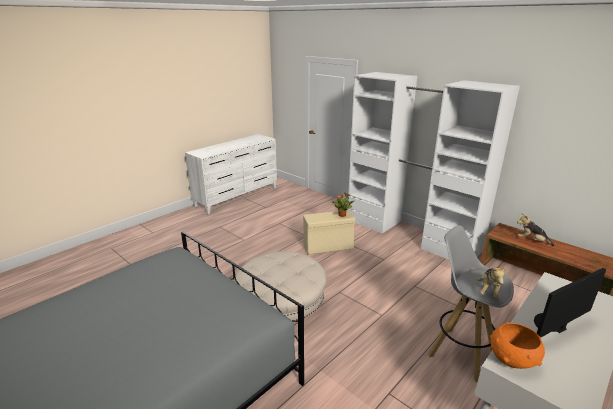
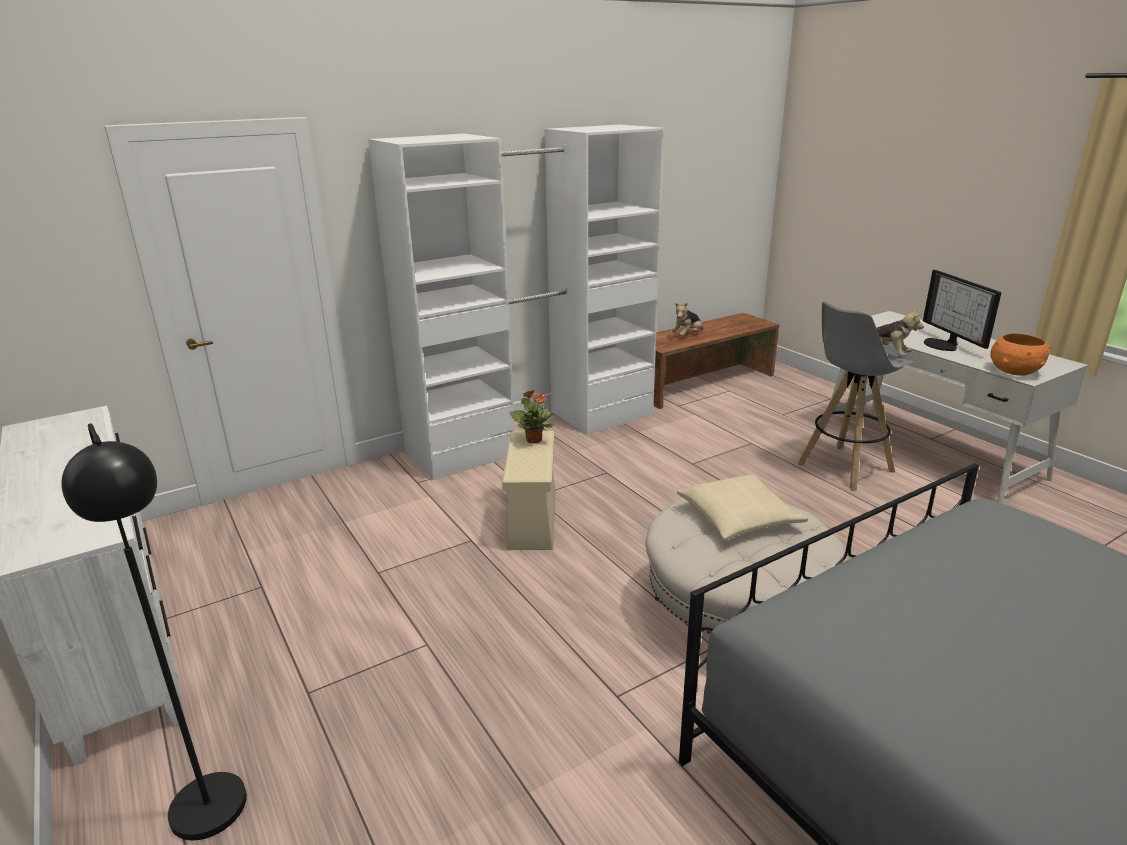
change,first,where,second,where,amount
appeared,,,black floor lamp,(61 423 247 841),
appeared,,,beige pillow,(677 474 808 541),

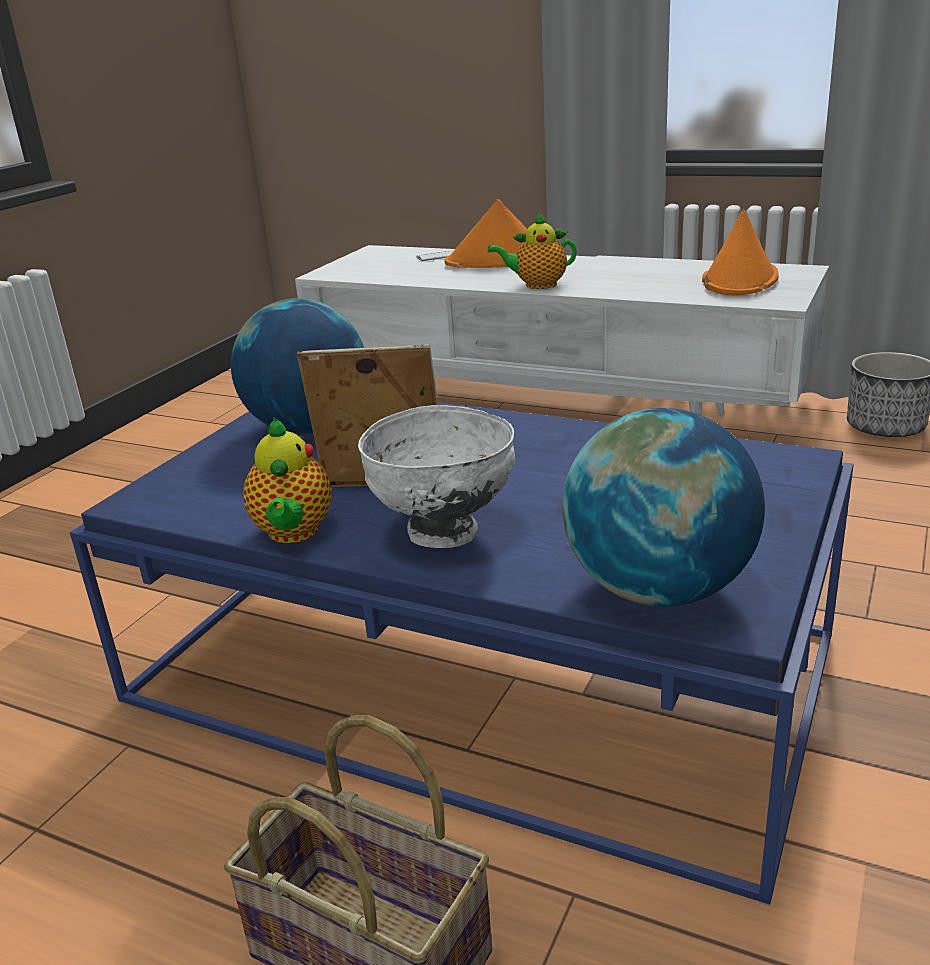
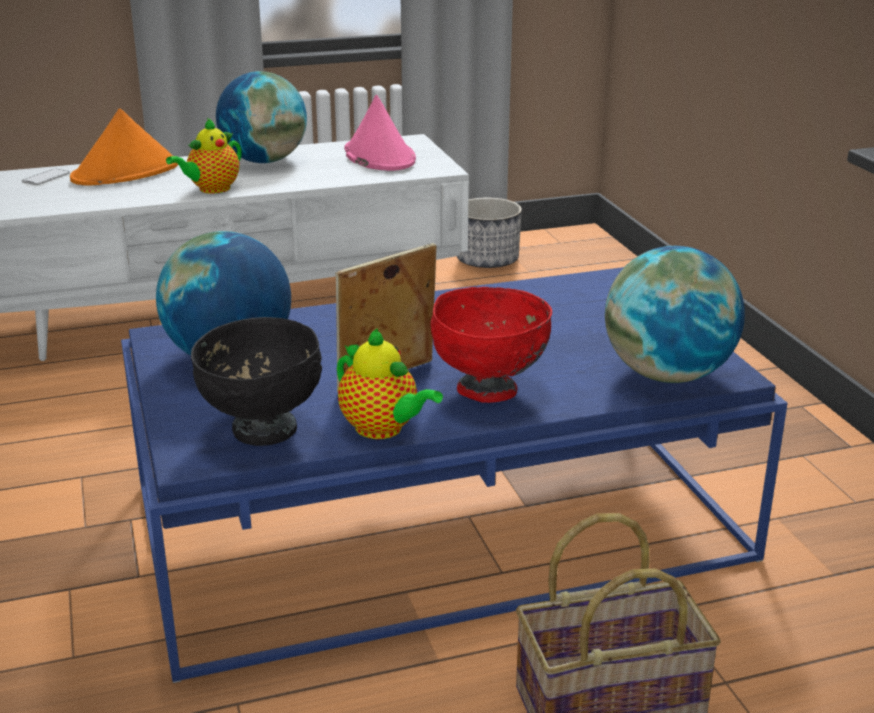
change,first,where,second,where,amount
colour,orange hat,(702 209 779 295),pink hat,(344 95 416 171),
colour,white bowl,(358 405 515 548),red bowl,(431 287 552 403),
appeared,,,globe,(216 71 307 163),
appeared,,,black bowl,(191 317 322 446),

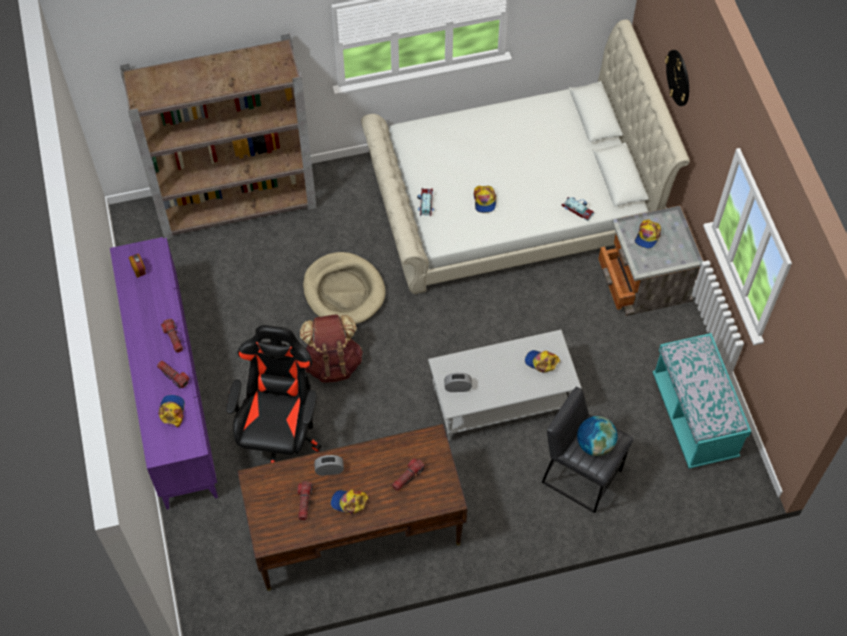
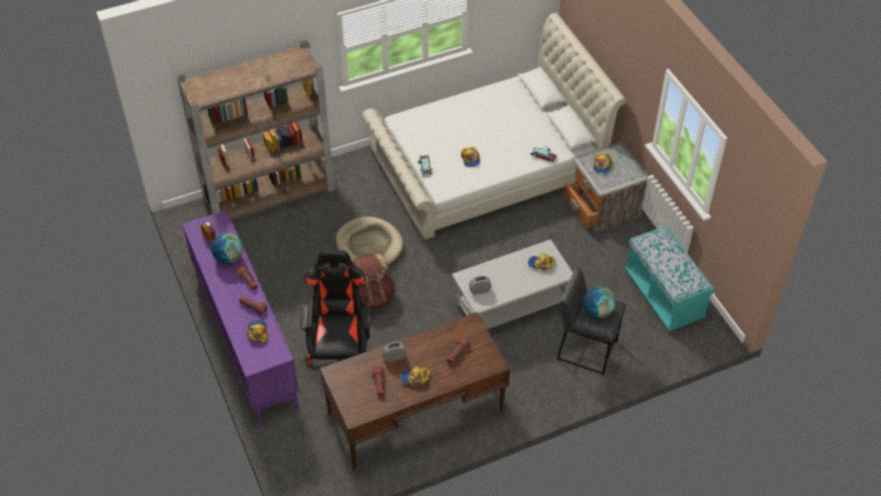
change,first,where,second,where,amount
missing,wall clock,(665 50 689 106),,,
appeared,,,globe,(211 233 243 264),

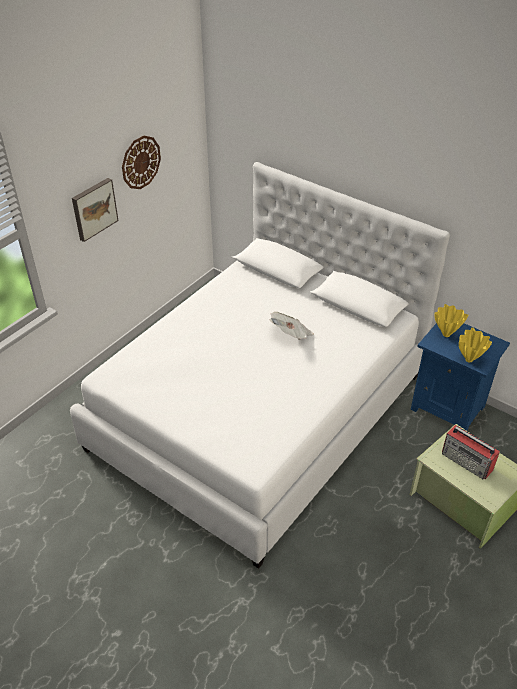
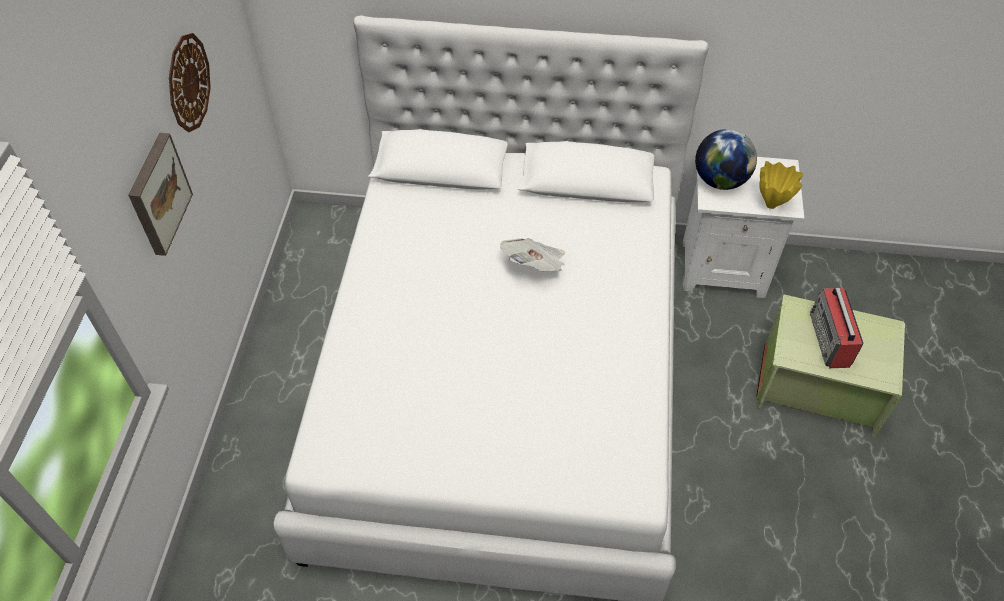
change,first,where,second,where,amount
exchanged,yellow vase,(434 304 468 337),globe,(695 129 757 190),
colour,blue nightstand,(411 323 510 431),white nightstand,(683 157 804 298),
spun,radio,(442 425 500 479),,(810 288 864 368),75 degrees clockwise

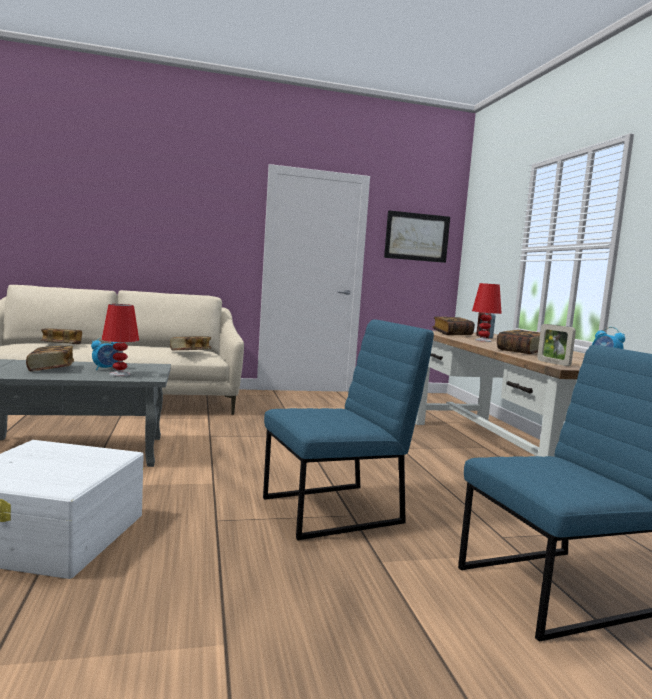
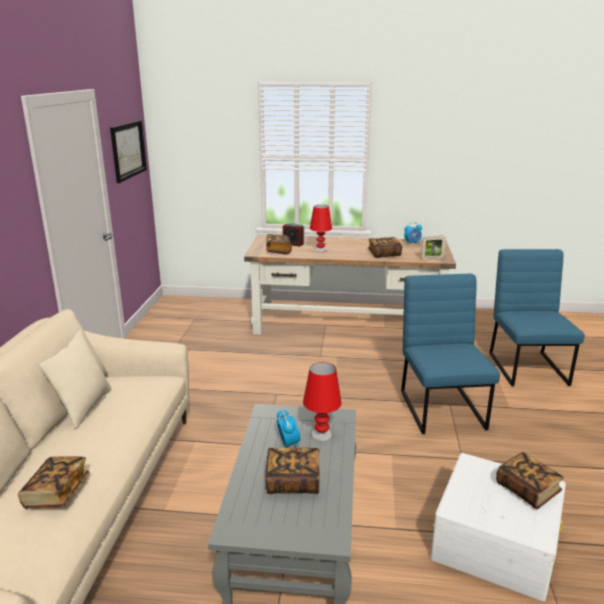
change,first,where,second,where,amount
relocated,book,(170 336 211 350),,(496 452 564 509),
appeared,,,beige pillow,(40 329 111 429),

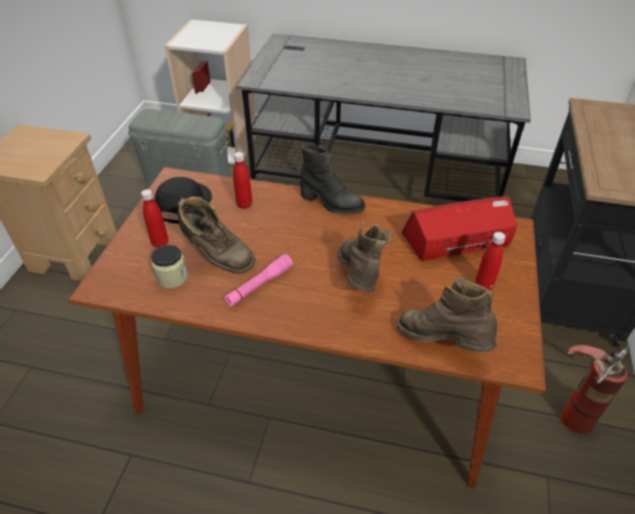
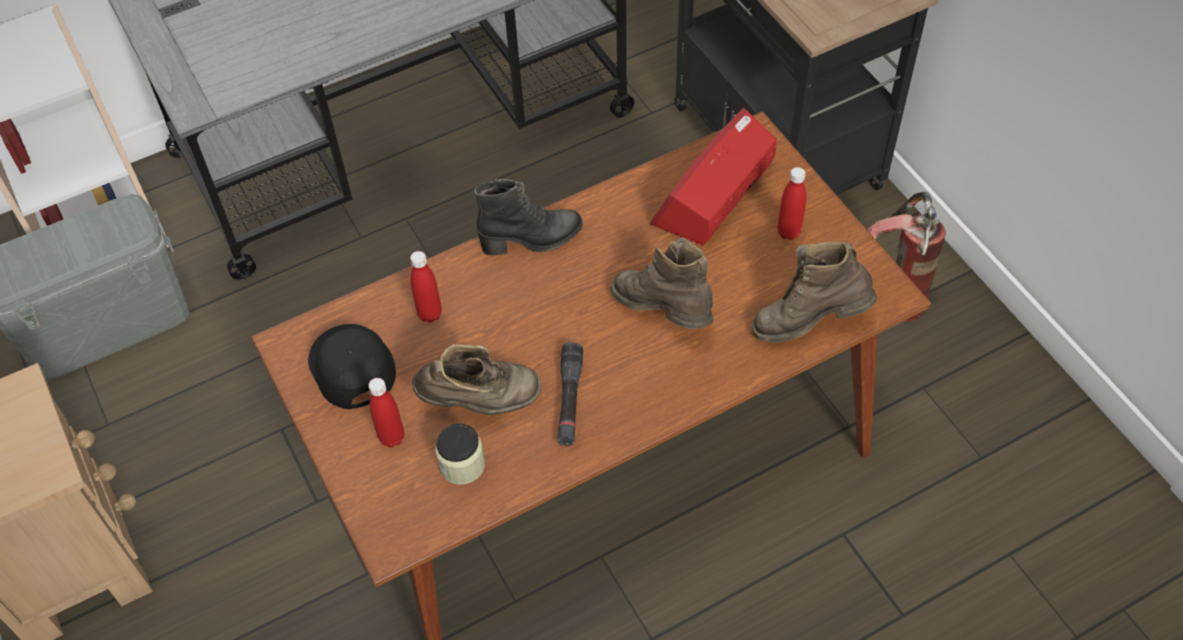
change,first,where,second,where,amount
colour,pink flashlight,(224 254 293 306),black flashlight,(558 342 583 446),

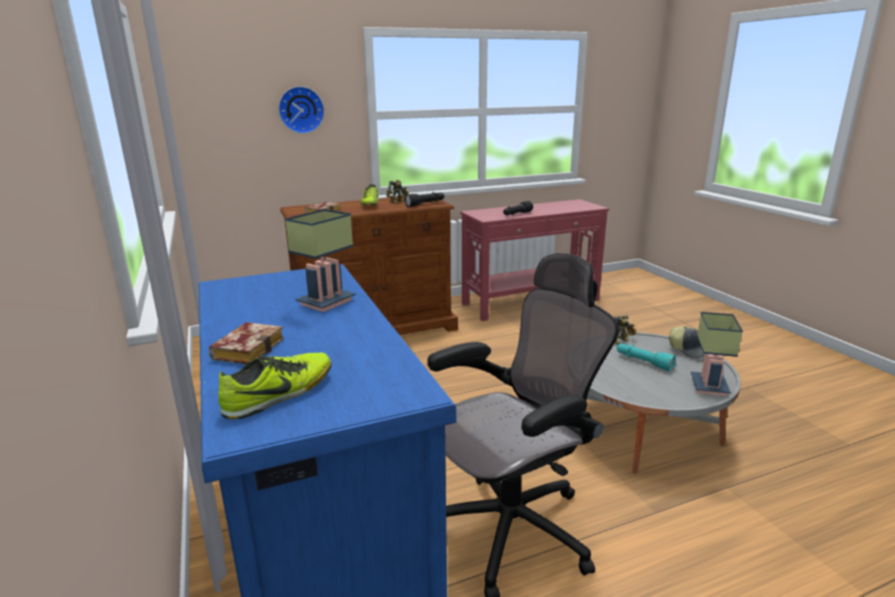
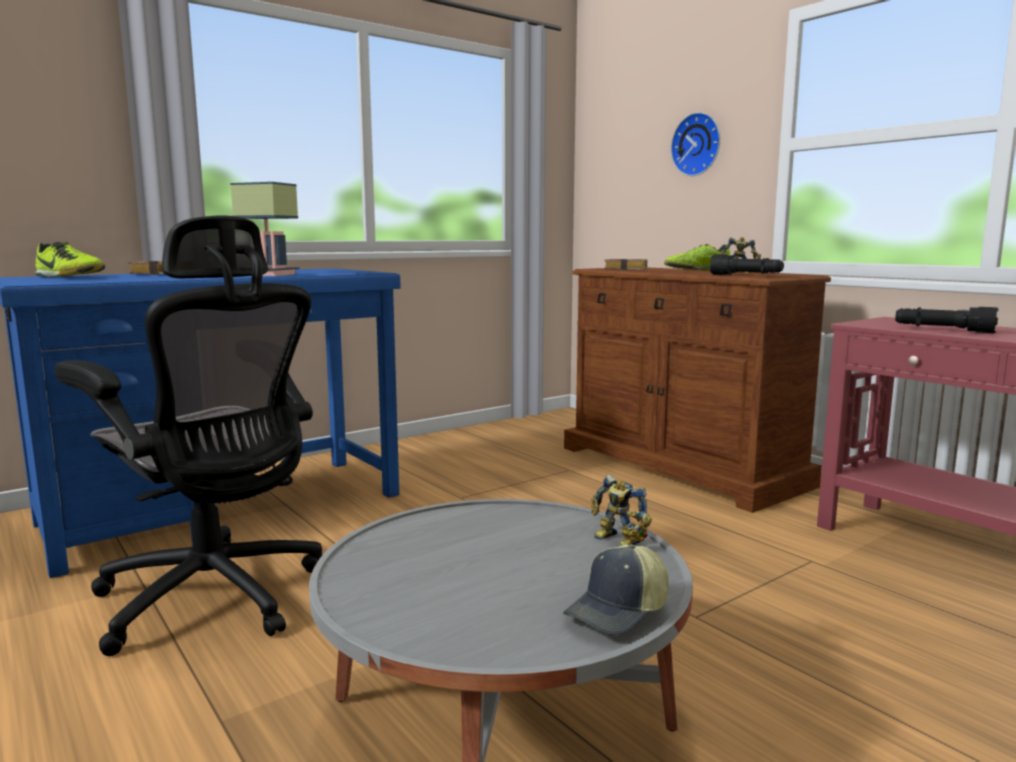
change,first,where,second,where,amount
missing,table lamp,(691 312 743 396),,,
missing,turquoise flashlight,(617 344 676 372),,,

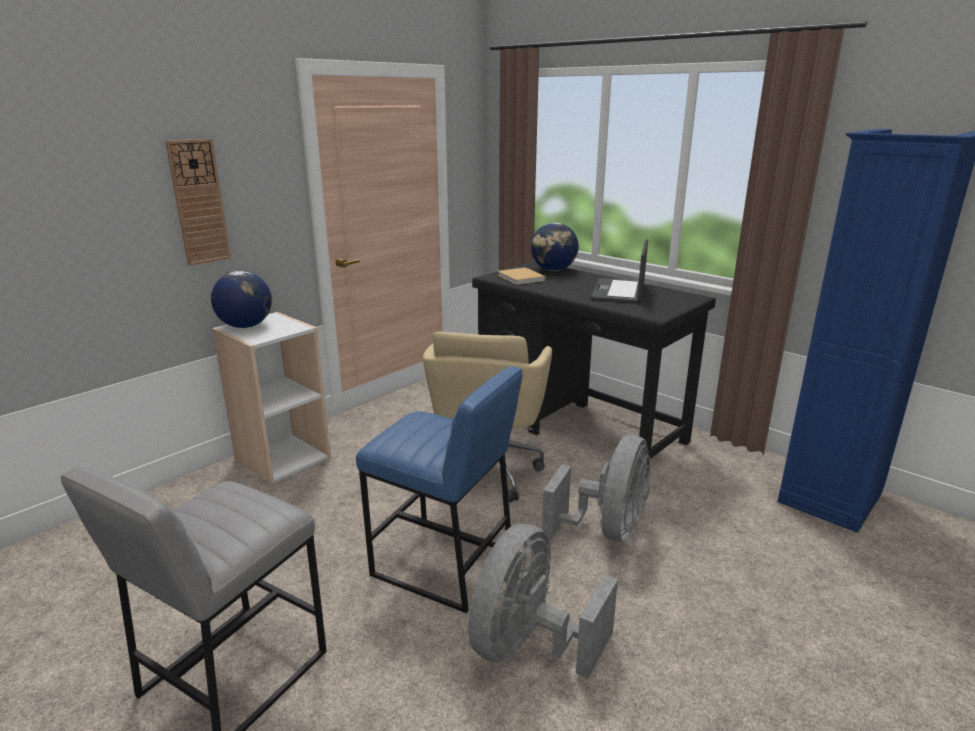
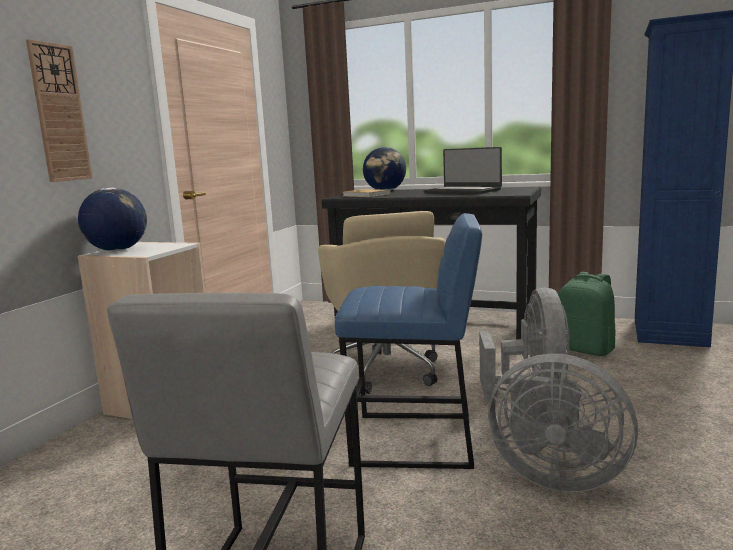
change,first,where,second,where,amount
spun,laptop,(591 239 648 303),,(424 147 502 194),45 degrees counterclockwise
spun,grey fan,(468 524 618 679),,(488 354 638 492),75 degrees counterclockwise
appeared,,,green backpack,(558 272 616 356),

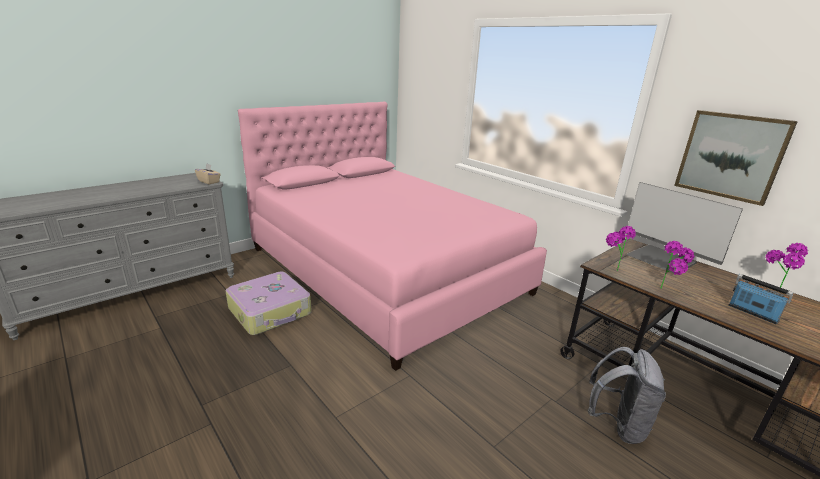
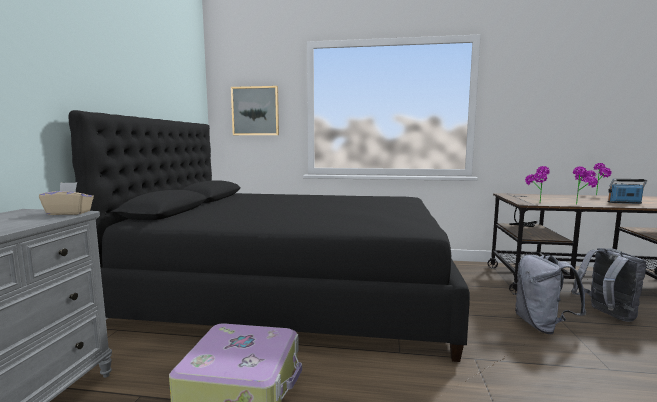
change,first,where,second,where,amount
colour,pink bed,(238 102 547 371),black bed,(68 110 470 362),
relocated,picture,(674 110 798 206),,(231 86 279 135),
missing,monitor,(626 182 743 273),,,
appeared,,,grey backpack,(515 254 586 335),

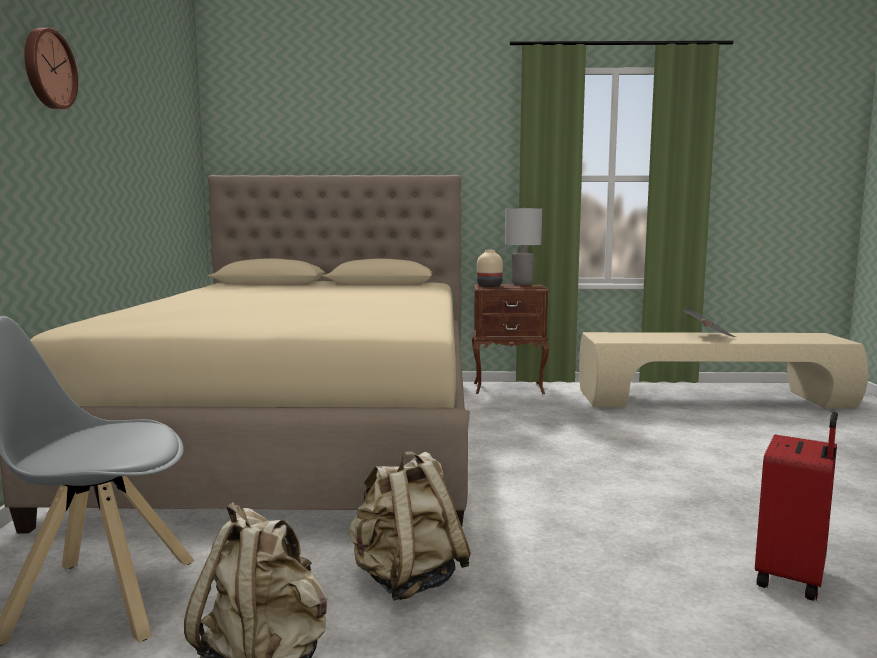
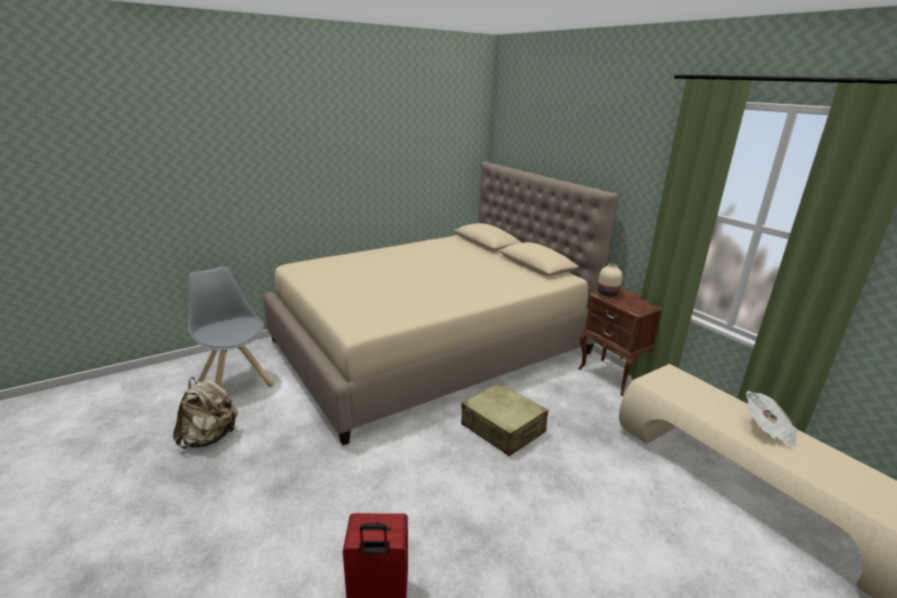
change,first,where,second,where,amount
missing,wall clock,(24 28 78 109),,,
missing,grey table lamp,(505 208 542 285),,,
missing,beige backpack,(348 451 471 601),,,
appeared,,,beige suitcase,(461 383 548 456),

